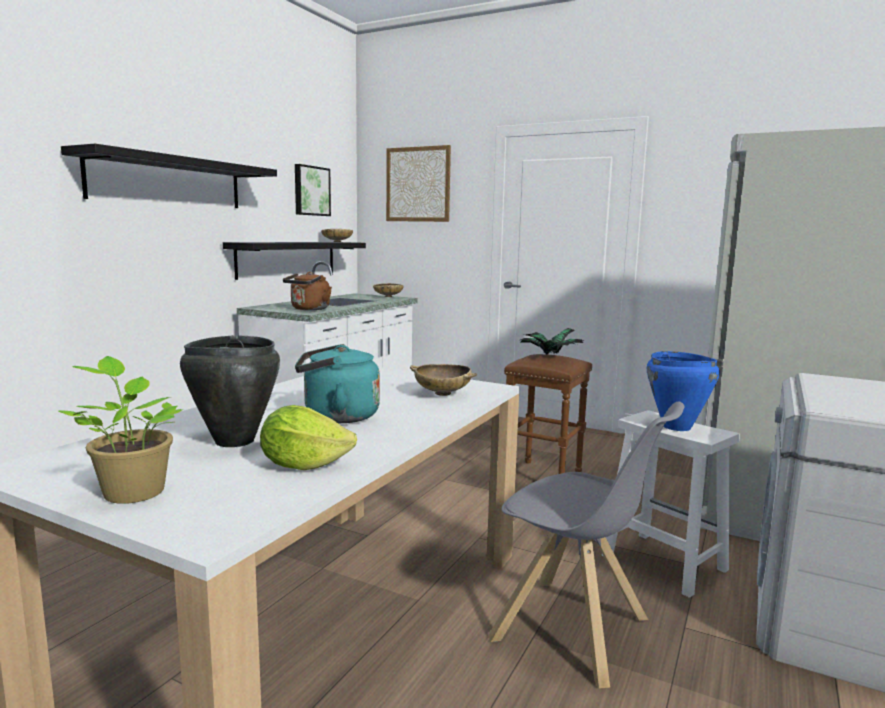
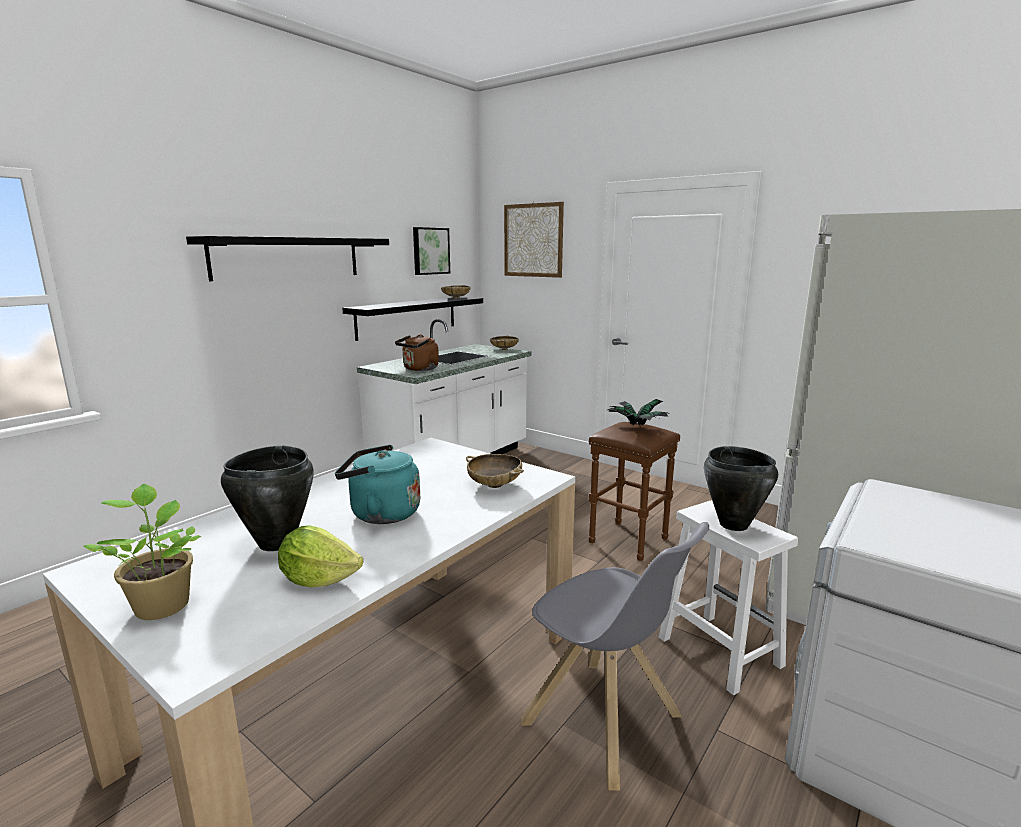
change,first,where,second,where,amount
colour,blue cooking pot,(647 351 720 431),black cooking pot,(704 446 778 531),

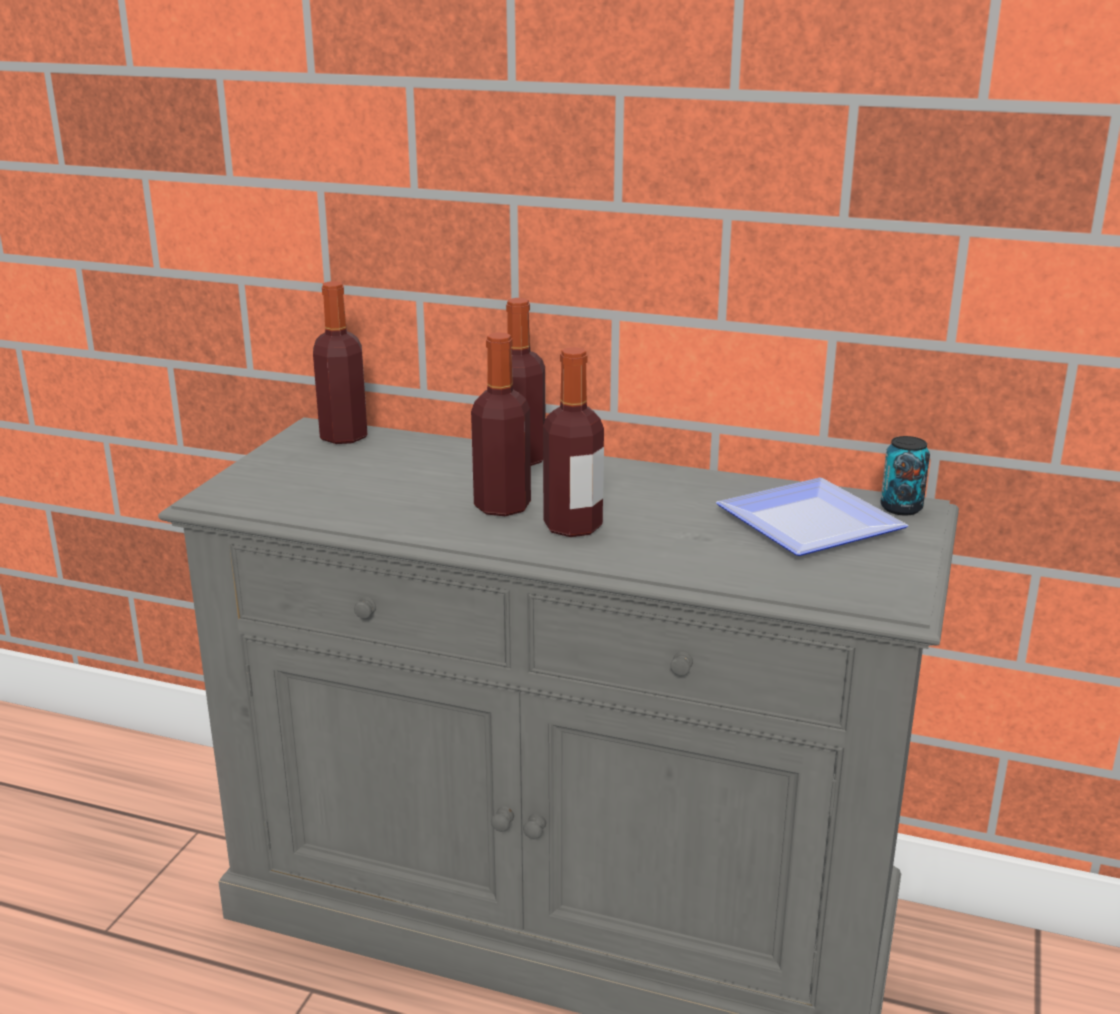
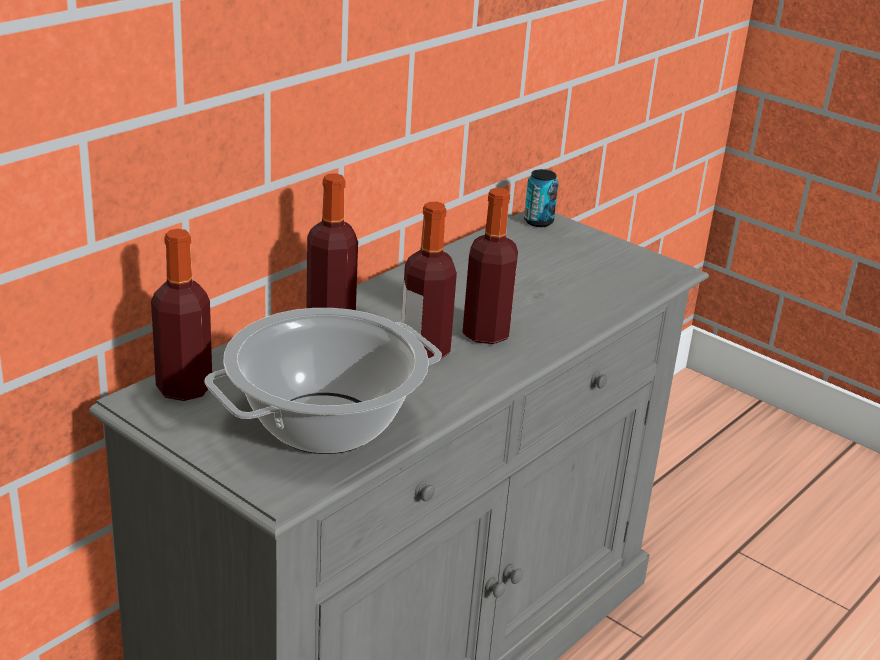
change,first,where,second,where,amount
missing,plate,(716 478 908 556),,,
appeared,,,cooking pot,(204 308 442 454),

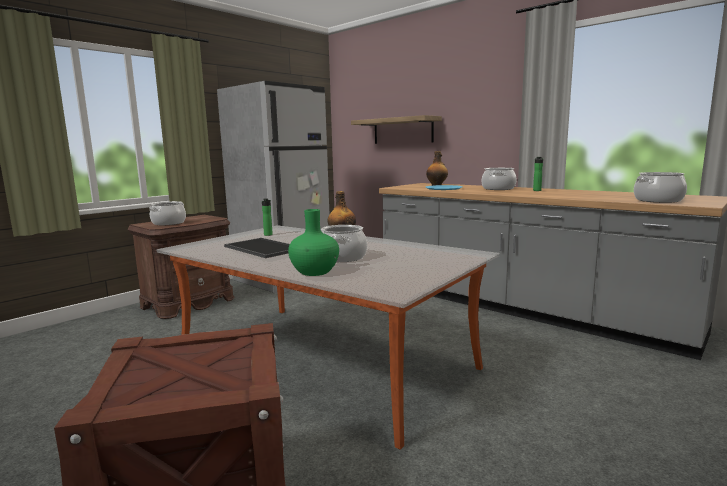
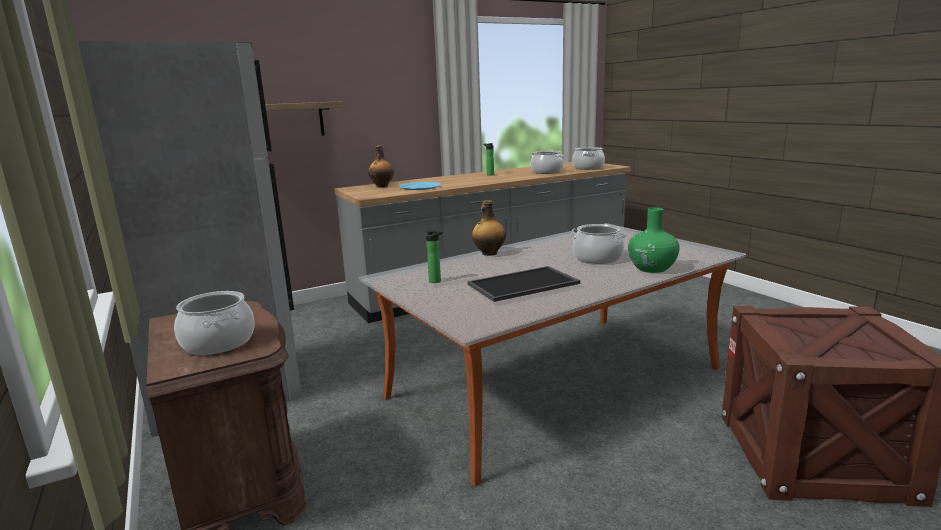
change,first,where,second,where,amount
relocated,cooking pot,(482 168 517 190),,(531 151 564 174),

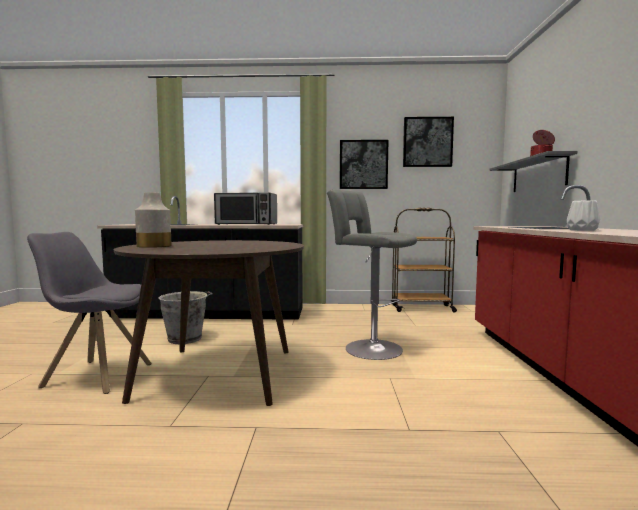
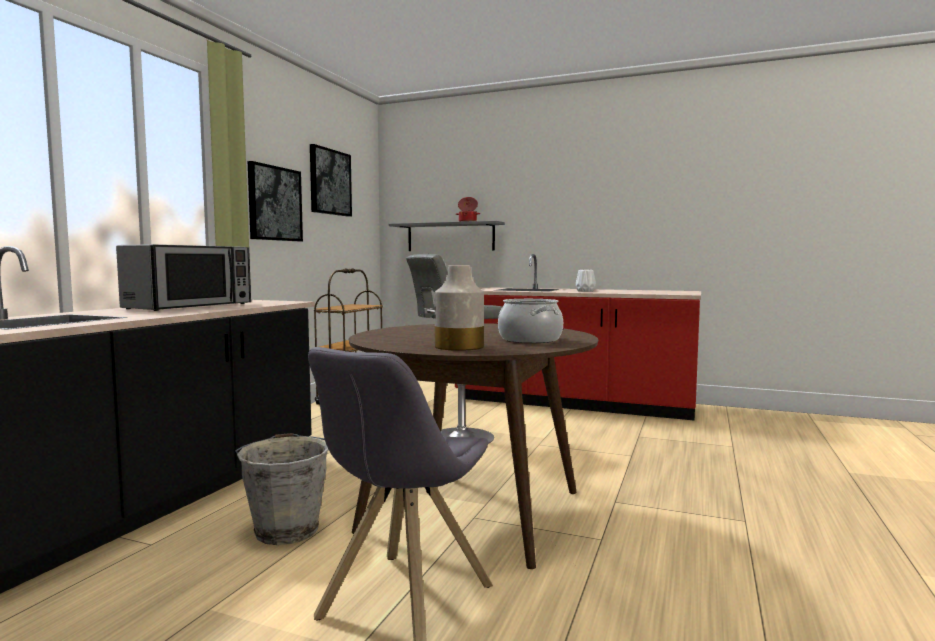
change,first,where,second,where,amount
appeared,,,cooking pot,(498 299 563 343),

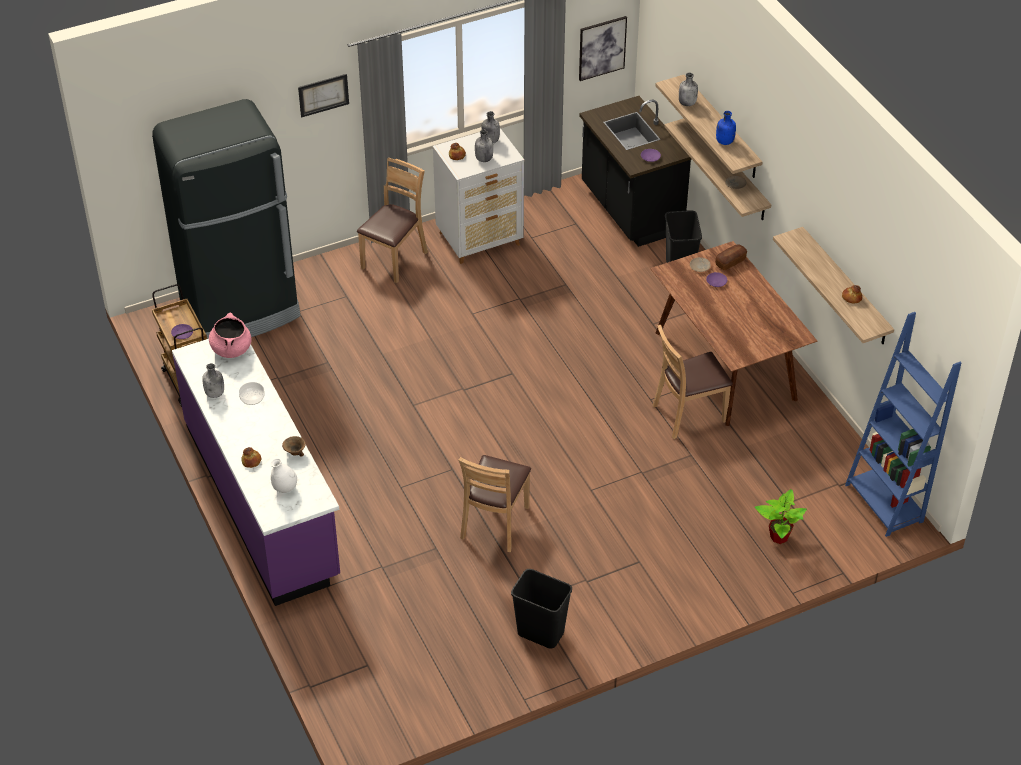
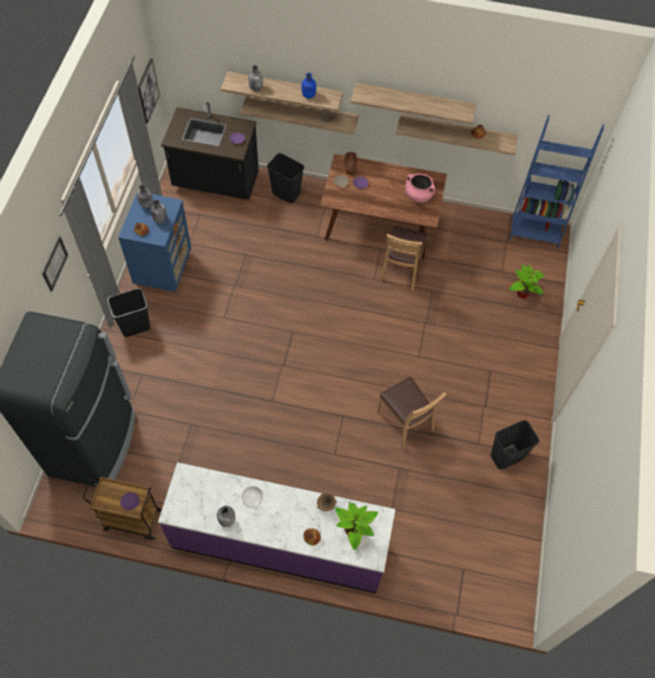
change,first,where,second,where,amount
colour,white dresser,(432 128 524 264),blue dresser,(118 191 191 294),
exchanged,brown chair,(357 158 428 283),black trash can,(107 288 150 337),
relocated,pink cooking pot,(209 313 252 358),,(405 174 435 202),
exchanged,white vase,(271 459 297 493),potted plant,(335 502 378 550),
appeared,,,shelf,(351 83 476 124),

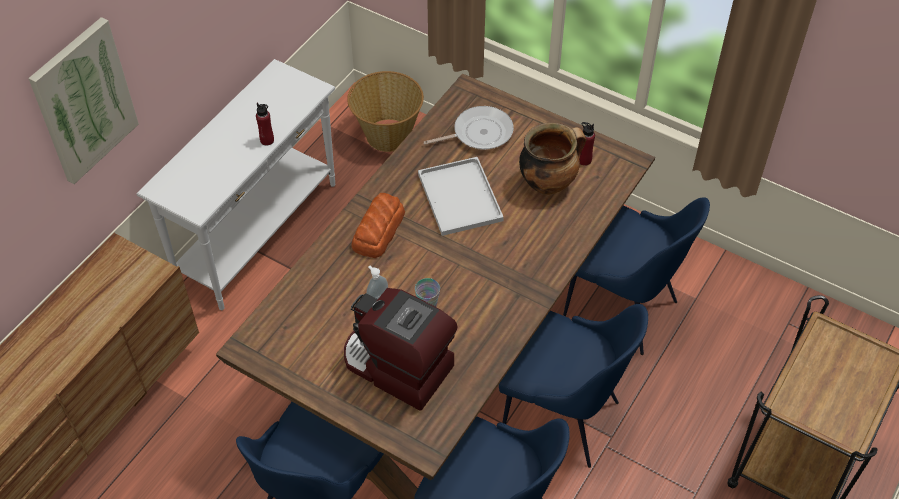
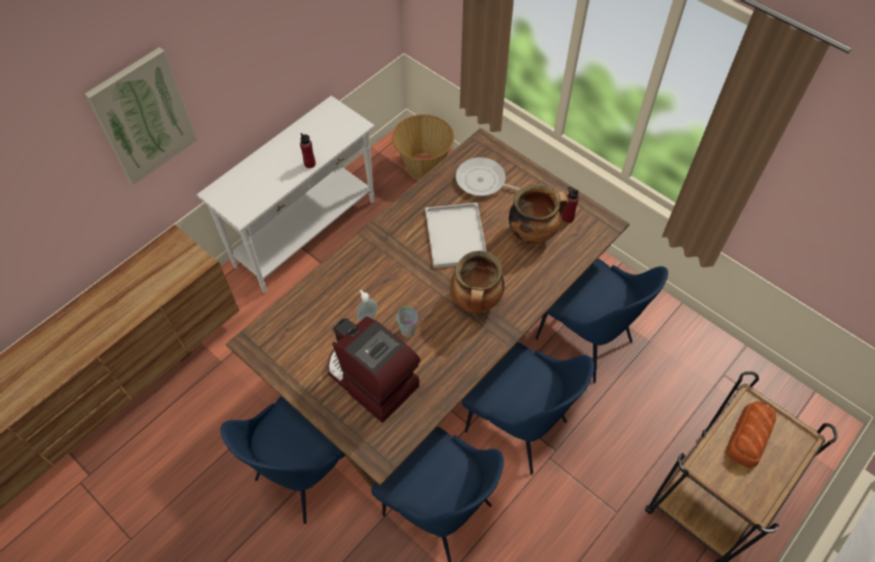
change,first,where,second,where,amount
spun,frying pan,(424 106 514 150),,(456 157 521 196),150 degrees counterclockwise
relocated,bread,(352 193 405 258),,(726 401 776 468),
appeared,,,cooking pot,(450 251 505 313),

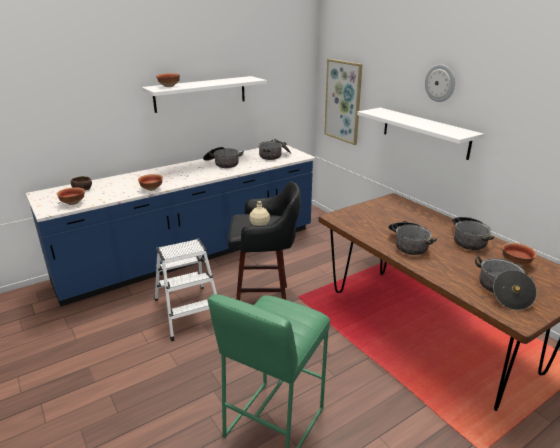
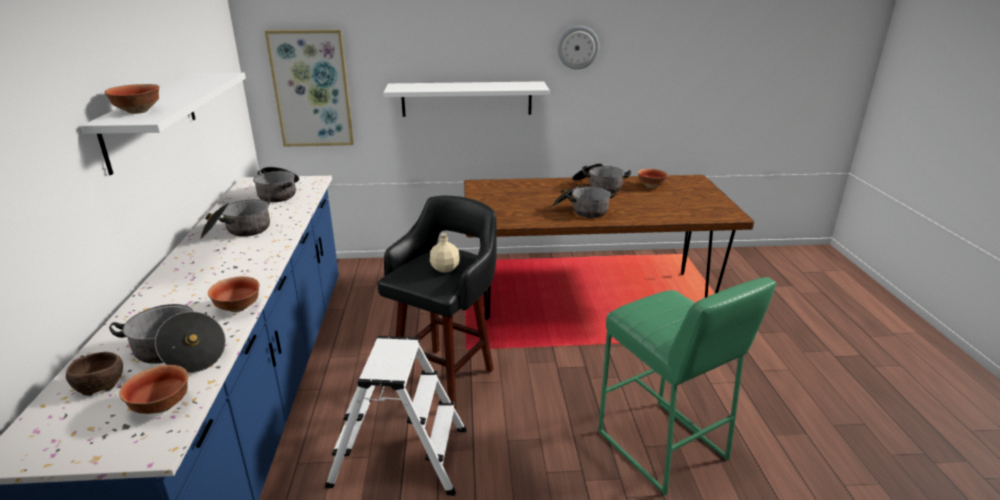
change,first,where,second,where,amount
relocated,wall clock,(425 64 455 102),,(557 26 599 70),
relocated,cooking pot,(475 257 537 310),,(109 304 226 373),

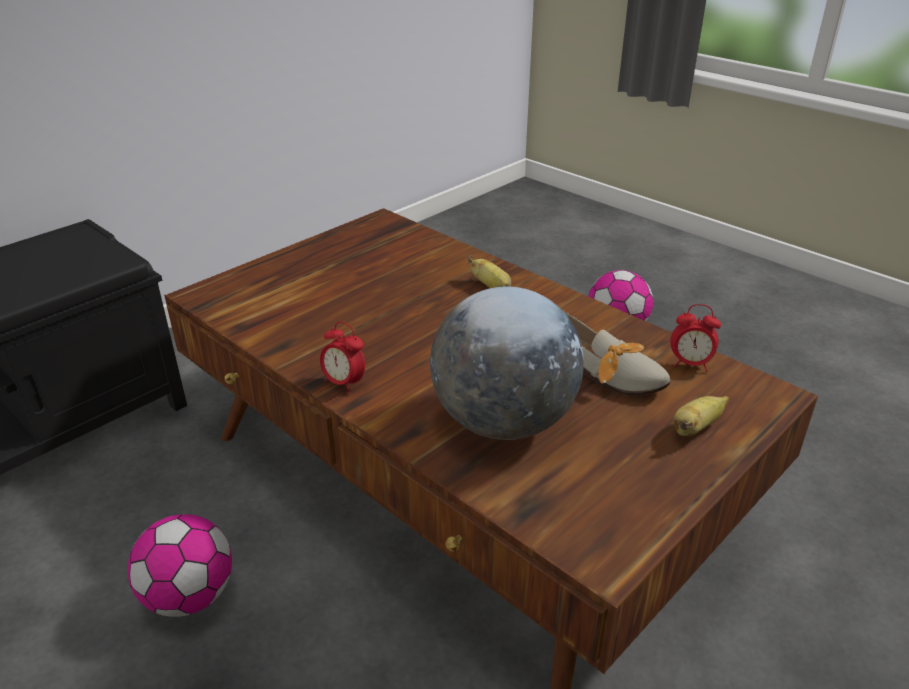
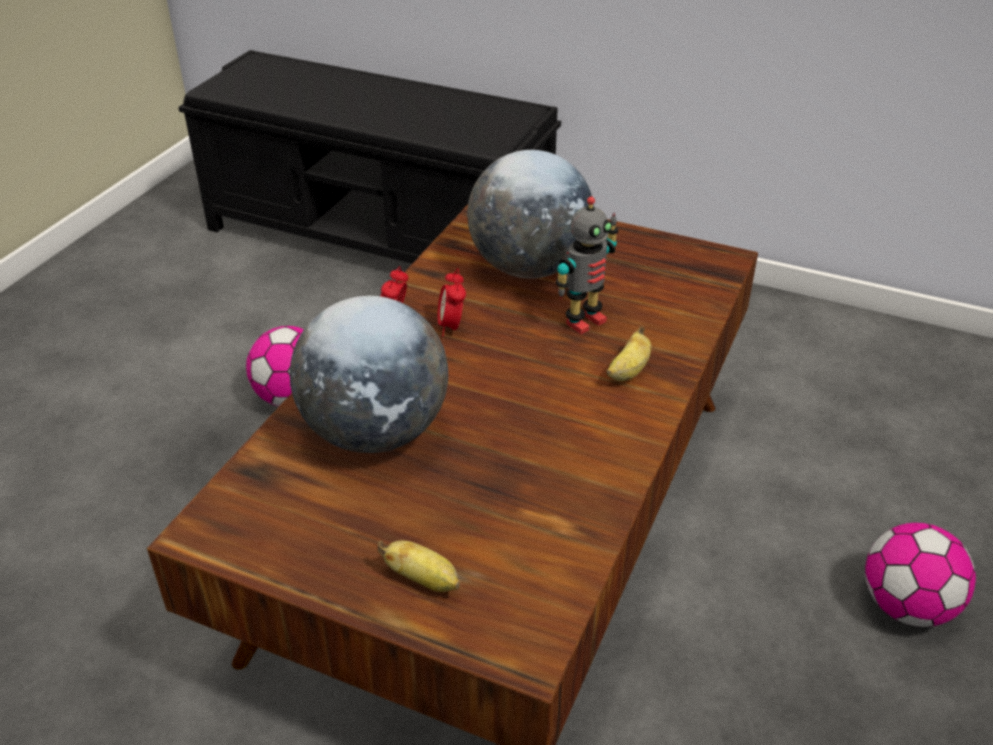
change,first,where,second,where,amount
relocated,alarm clock,(670 304 721 372),,(438 268 466 336),
missing,shoe,(563 311 671 395),,,
appeared,,,globe,(467 150 594 278),
appeared,,,toy robot,(556 196 618 334),

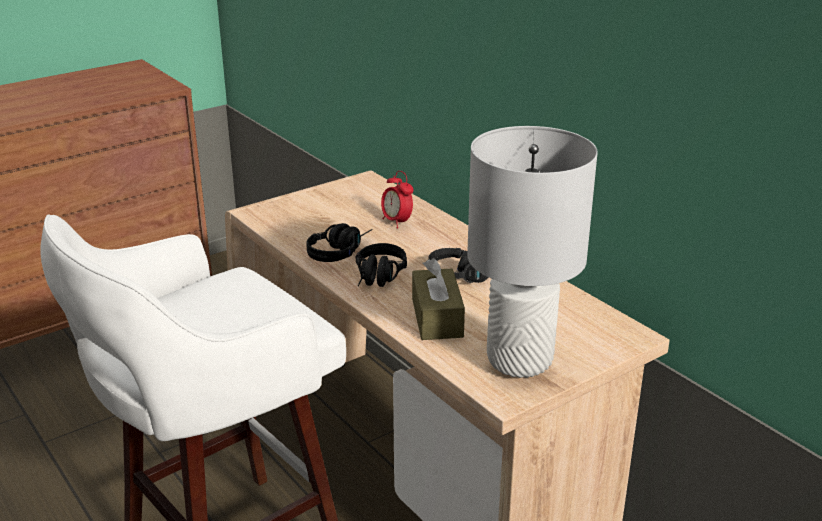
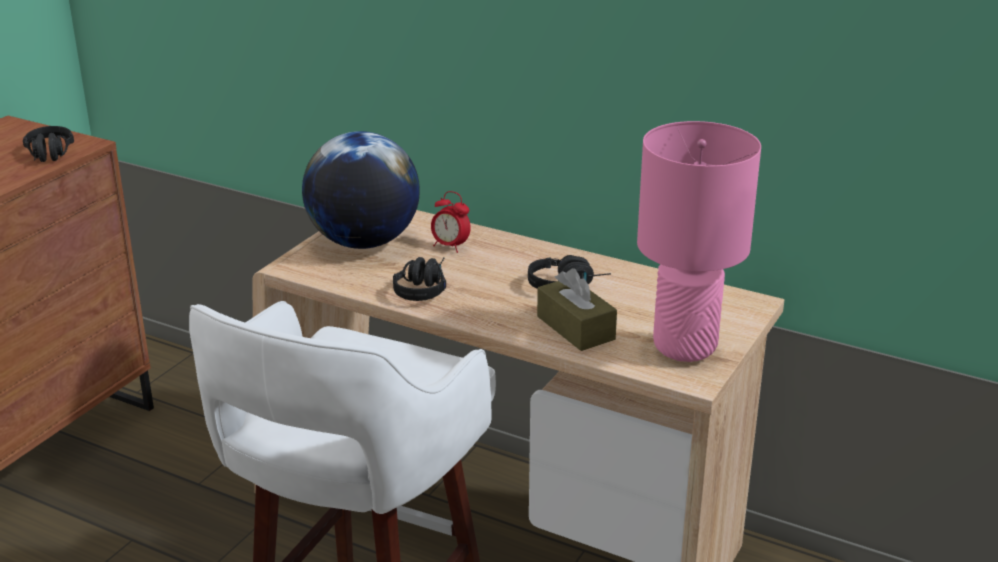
change,first,where,second,where,amount
colour,grey table lamp,(467 126 598 378),pink table lamp,(637 121 761 362),
relocated,black headphones,(356 243 407 287),,(23 126 74 162),
appeared,,,globe,(302 131 420 249),

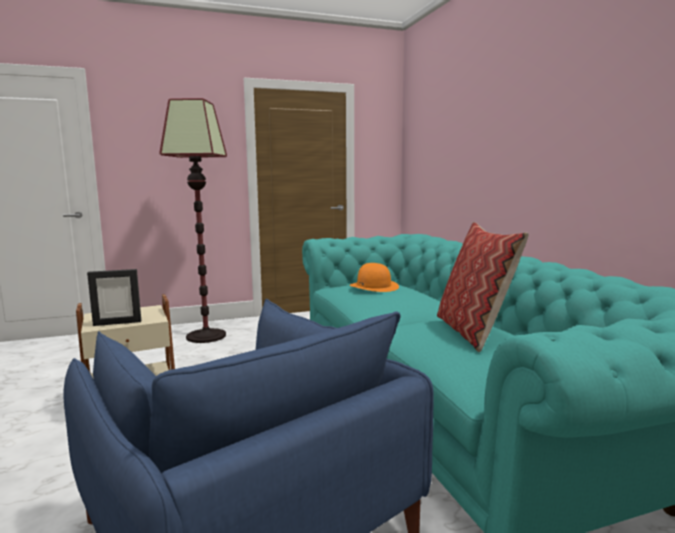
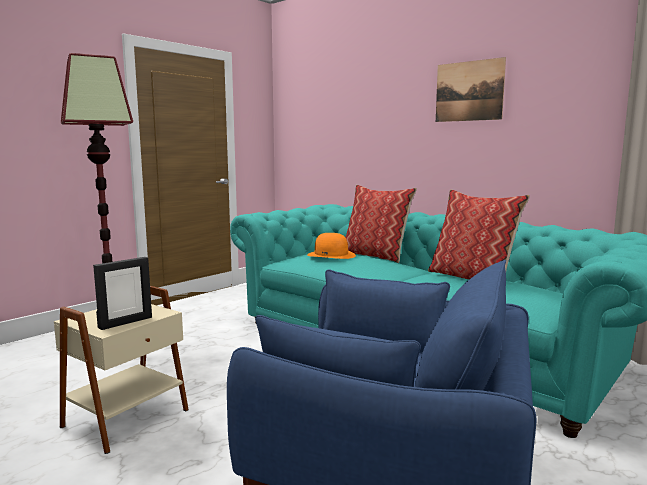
change,first,where,second,where,amount
appeared,,,picture,(436 57 506 122),
appeared,,,pillow,(345 185 417 263),

